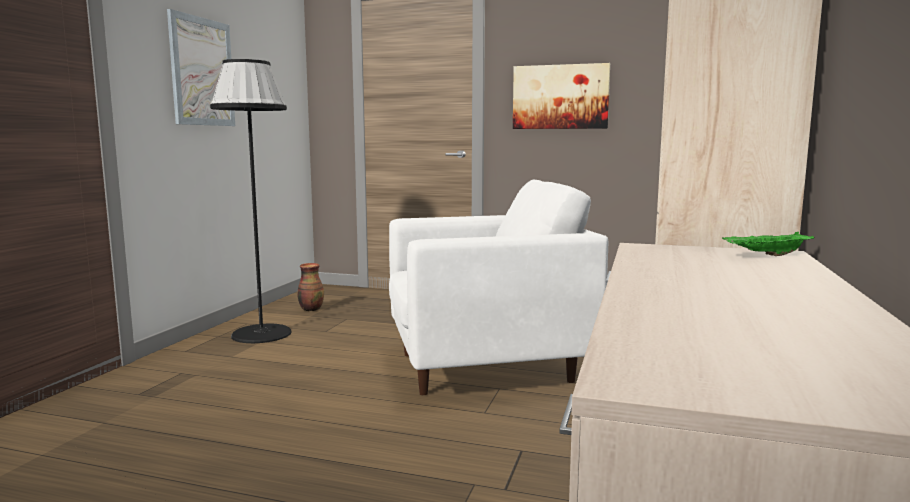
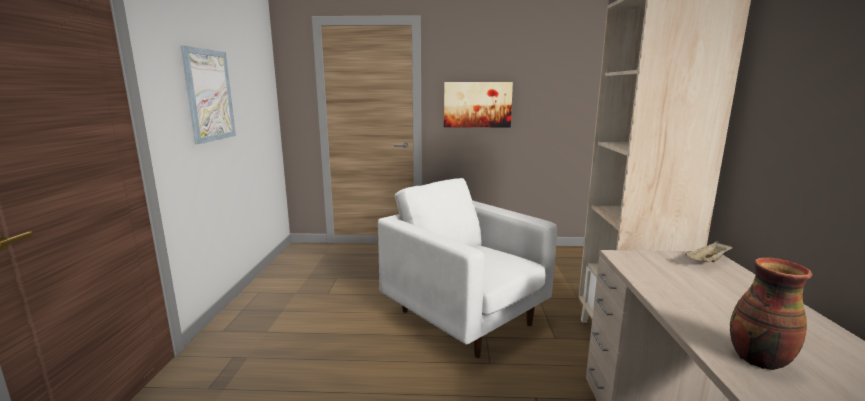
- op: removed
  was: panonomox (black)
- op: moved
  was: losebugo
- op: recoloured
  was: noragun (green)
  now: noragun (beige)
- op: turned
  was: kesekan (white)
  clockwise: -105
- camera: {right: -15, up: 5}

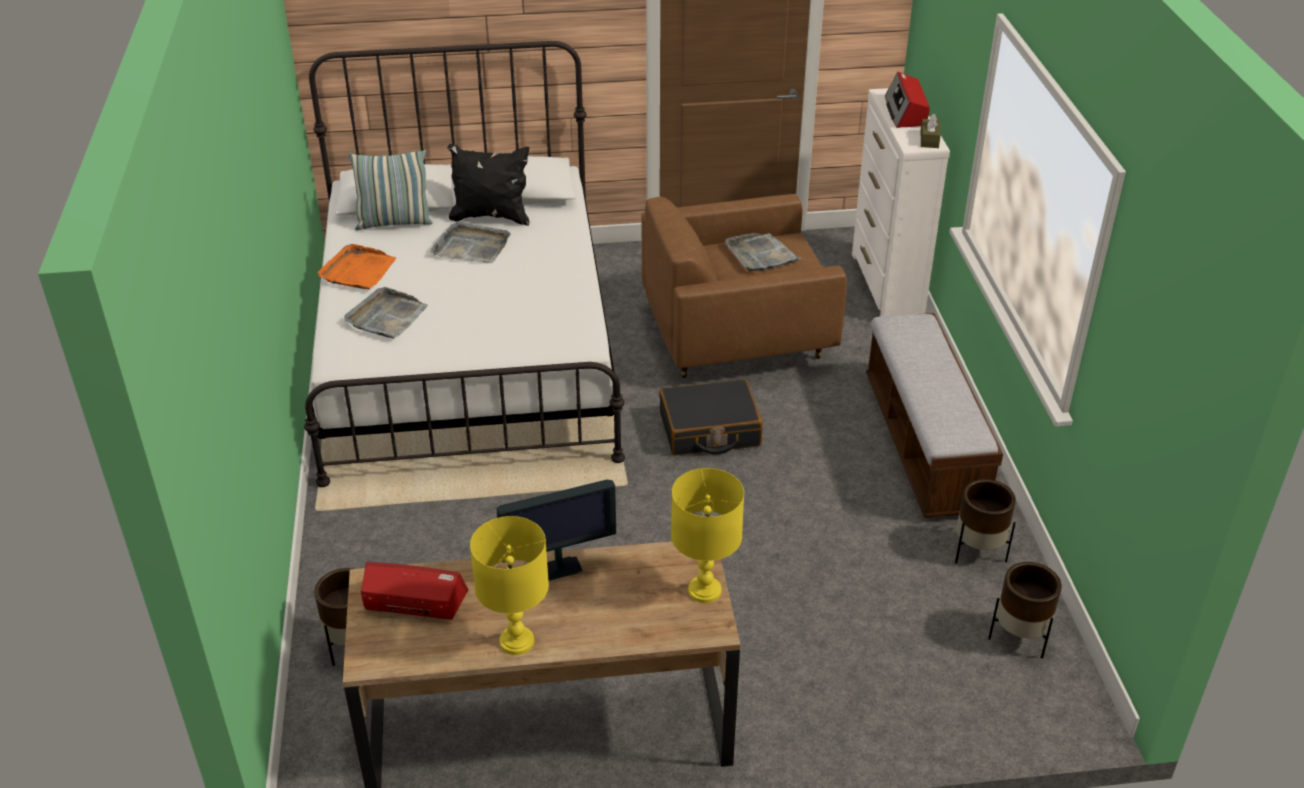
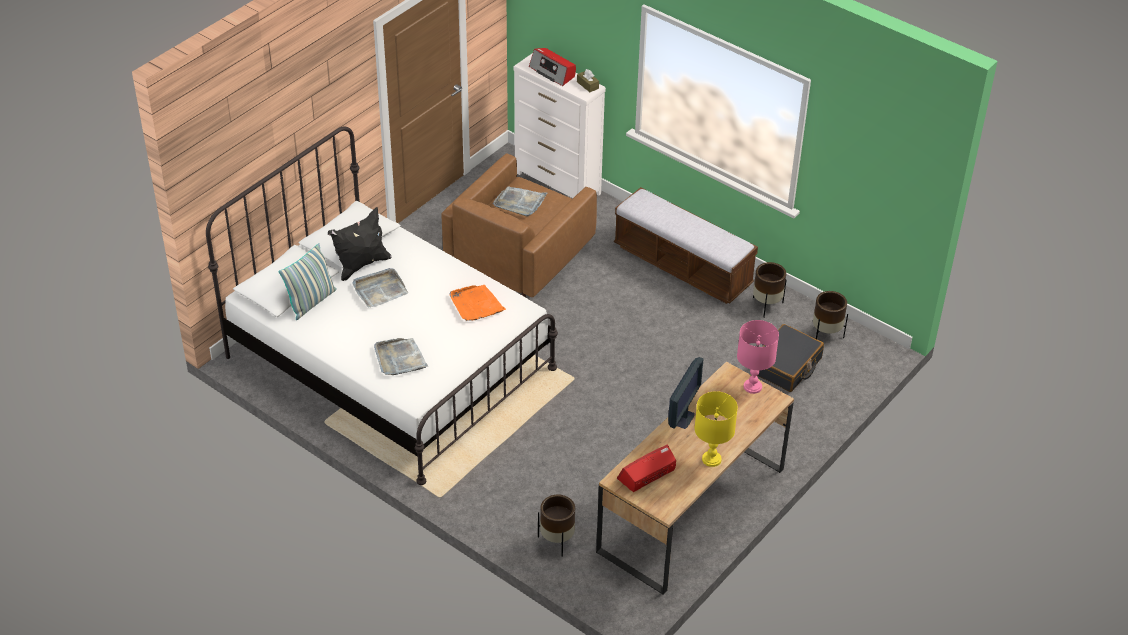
- op: moved
  was: noragun (orange)
- op: moved
  was: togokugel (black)
- op: recoloured
  was: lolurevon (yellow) (2nd from left)
  now: lolurevon (pink)
- camera: {right: -45, up: 5}

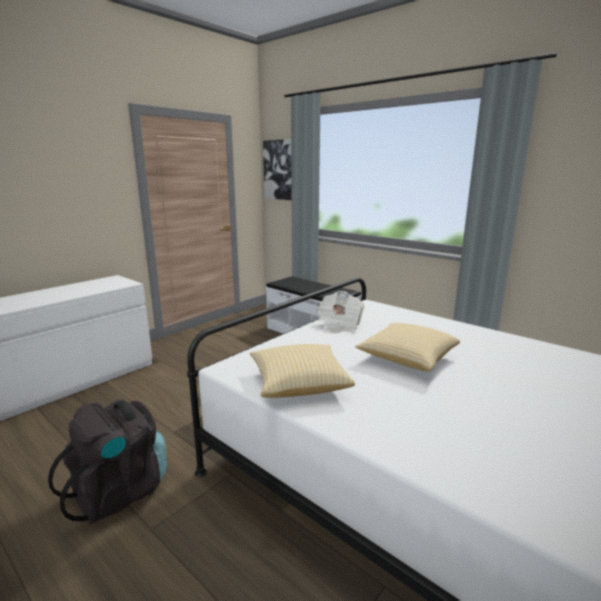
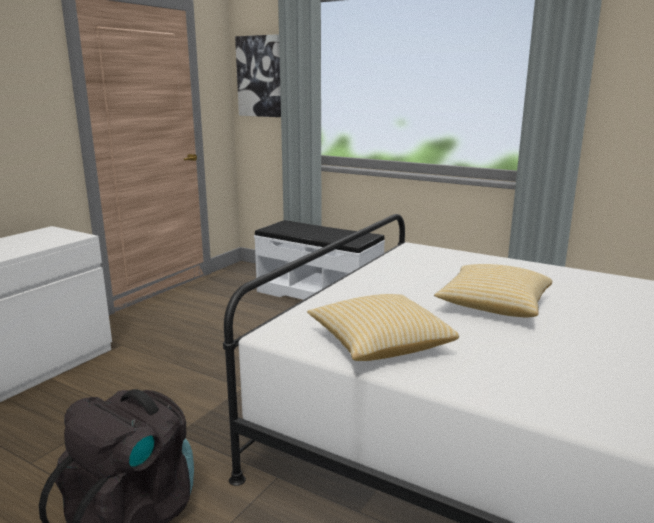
- op: removed
  was: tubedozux
- camera: {right: -10, up: 0}

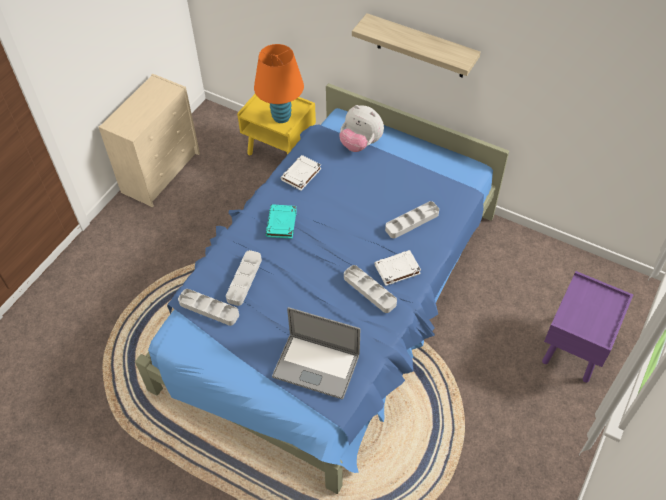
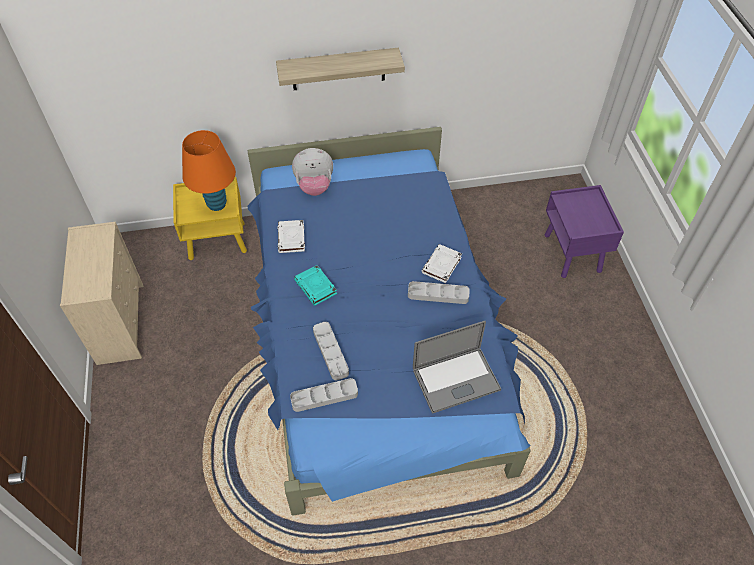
- op: removed
  was: noragun (grey) (4th from left)
- camera: {right: -40, up: 0}

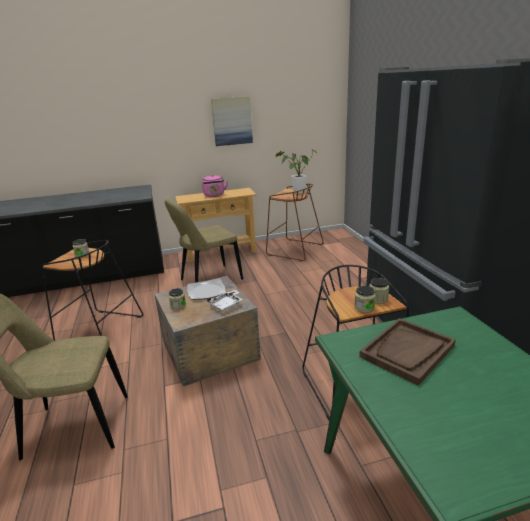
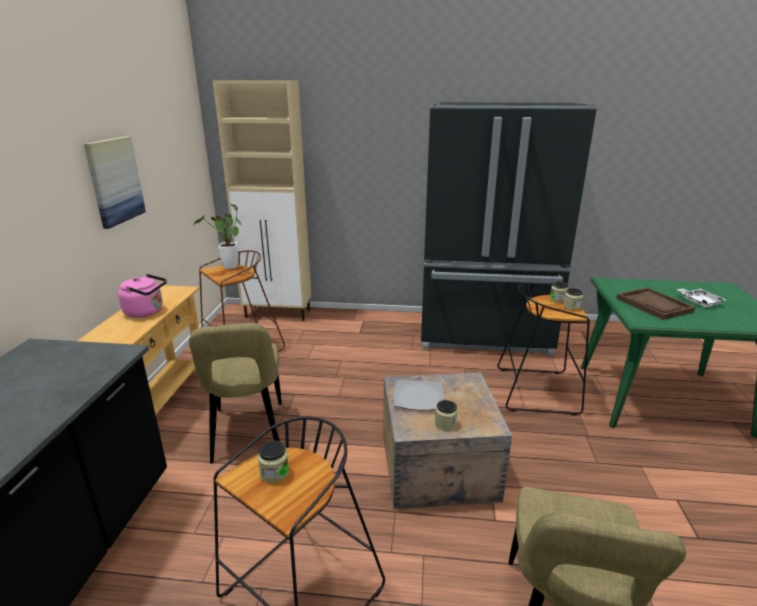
- op: added
  now: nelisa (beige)
- op: moved
  was: noragun (white)
- camera: {right: -70, up: 0}

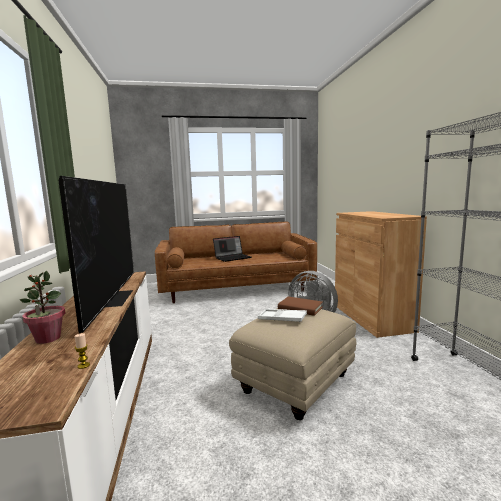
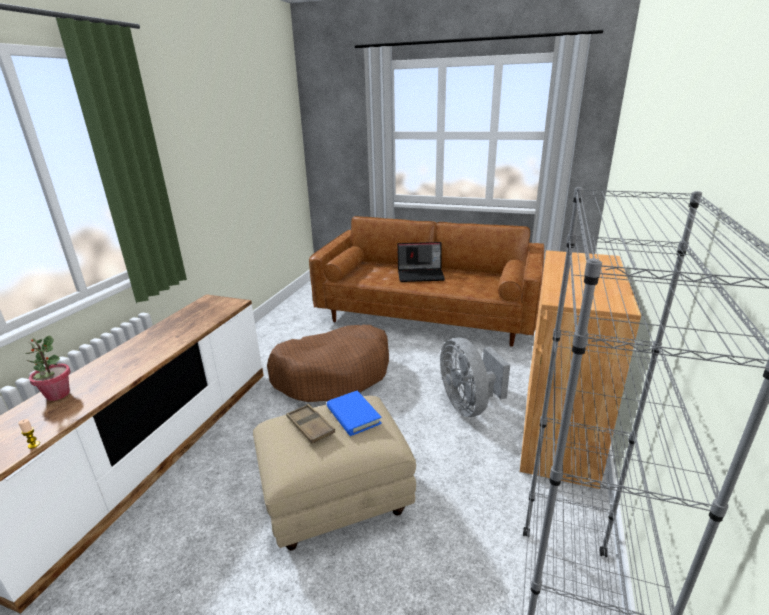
- op: removed
  was: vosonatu
- op: added
  now: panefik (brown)
- op: recoloured
  was: noragun (white)
  now: noragun (brown)
- op: recoloured
  was: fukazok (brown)
  now: fukazok (blue)
- camera: {right: 30, up: 15}

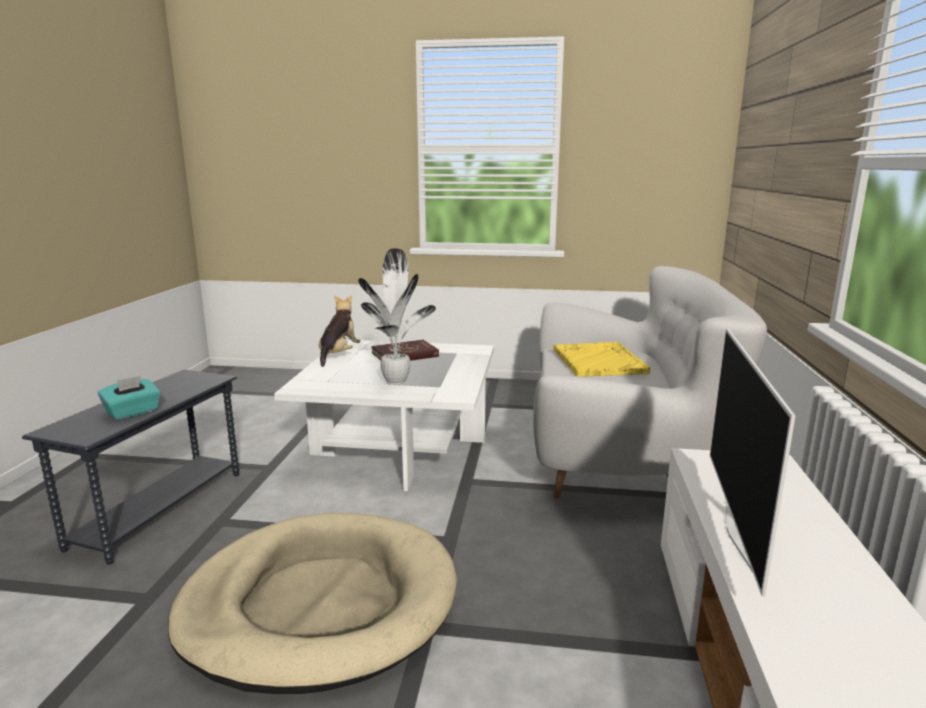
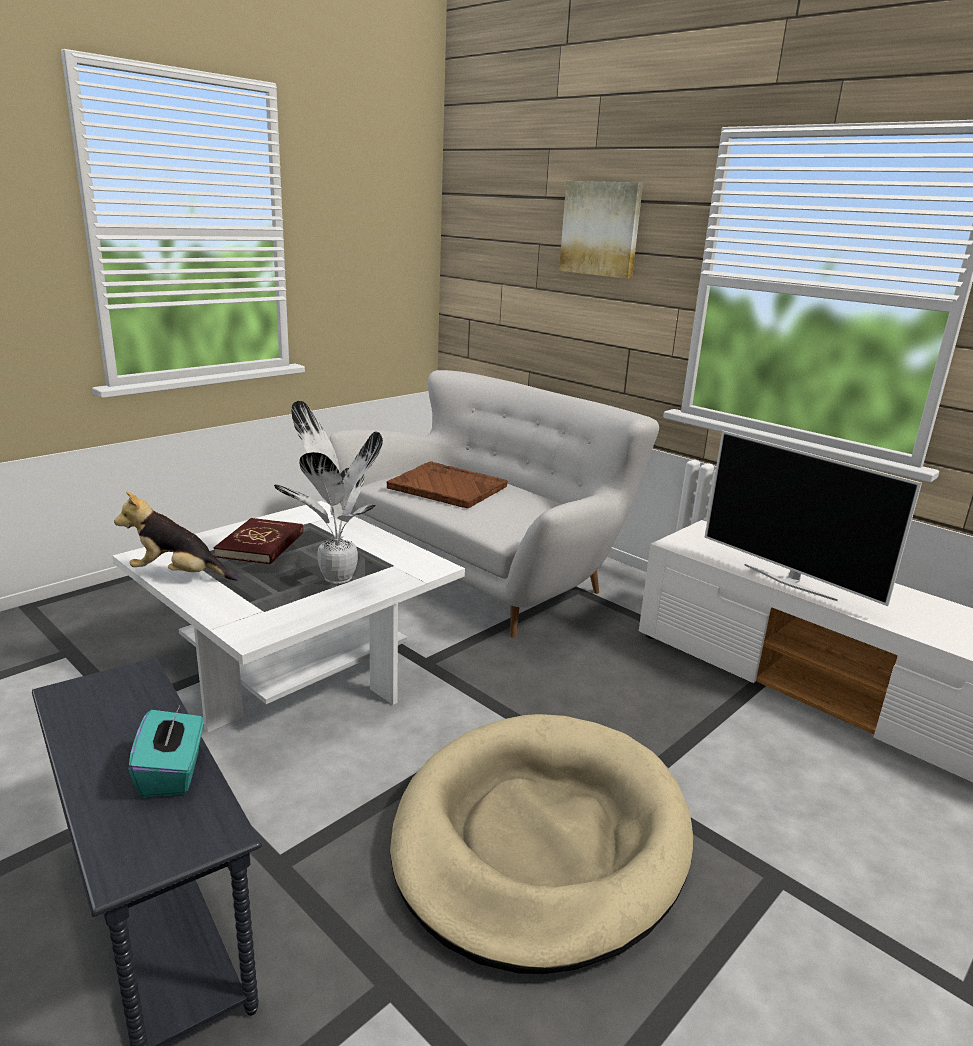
- op: added
  now: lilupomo
- op: recoloured
  was: noragun (yellow)
  now: noragun (brown)
- op: turned
  was: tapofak
  clockwise: -45
- camera: {right: -55, up: 5}

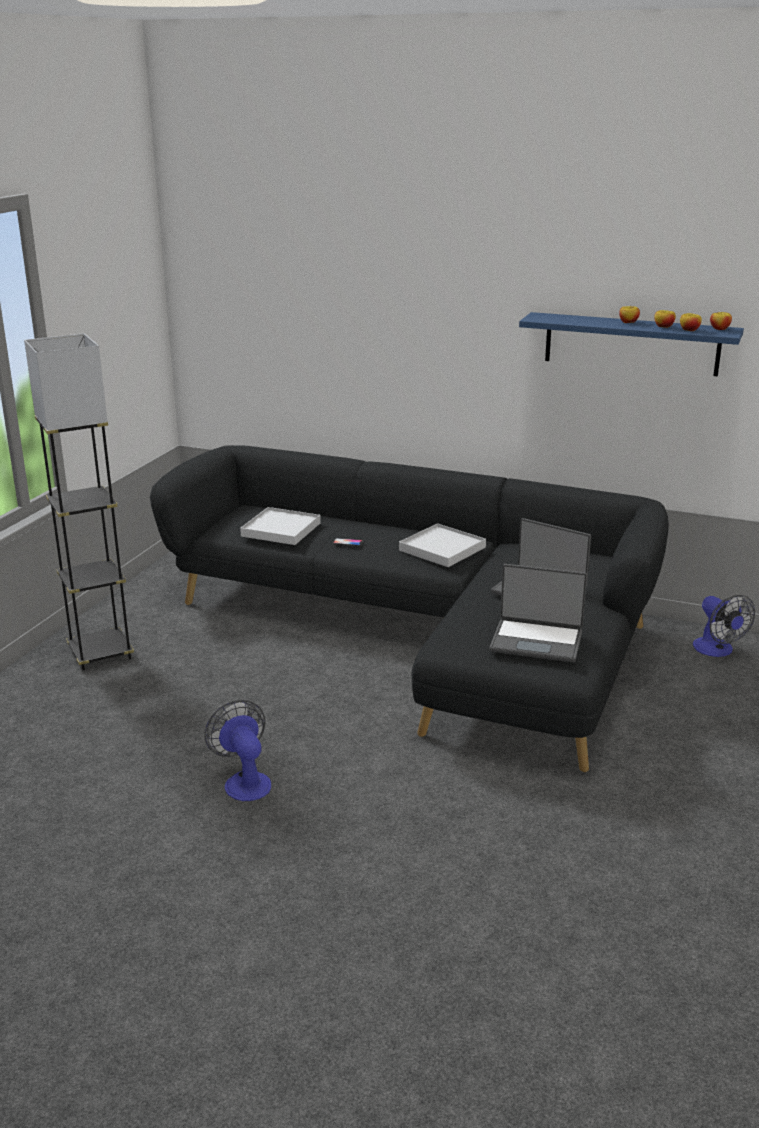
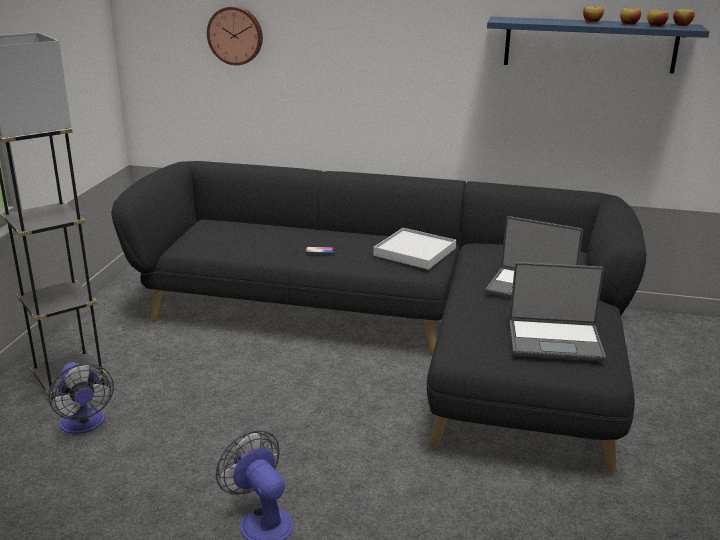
- op: removed
  was: noragun (white) (1st from left)
- op: added
  now: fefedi
- op: moved
  was: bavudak (2nd from left in the first image)
  now: bavudak (1st from left)
- camera: {right: -10, up: 0}

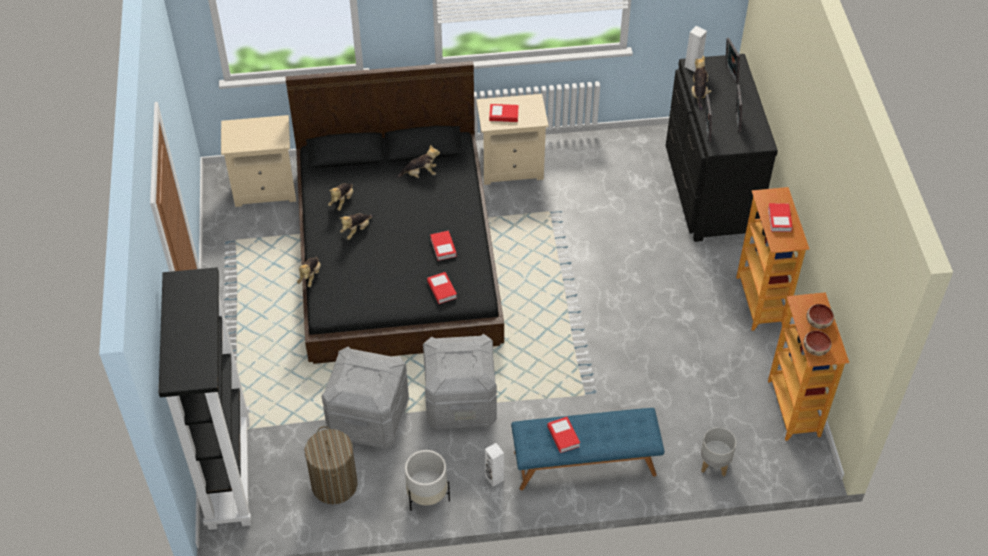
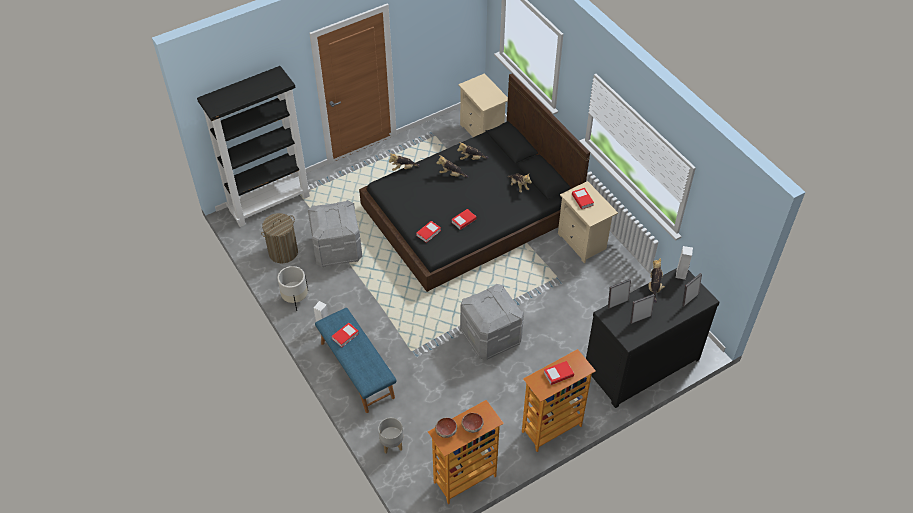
- op: moved
  was: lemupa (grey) (2nd from left)
- op: turned
  was: tapofak (5th from left)
  clockwise: -60
- camera: {right: 65, up: 0}

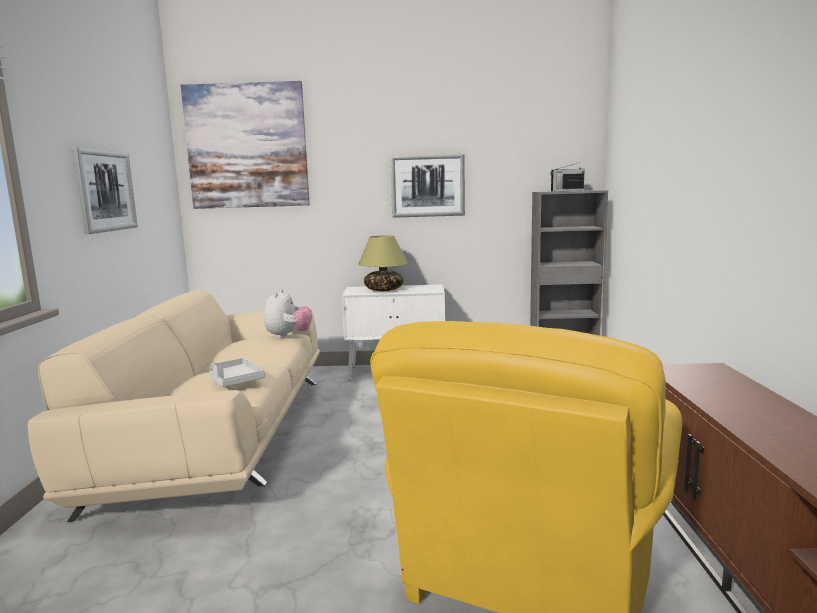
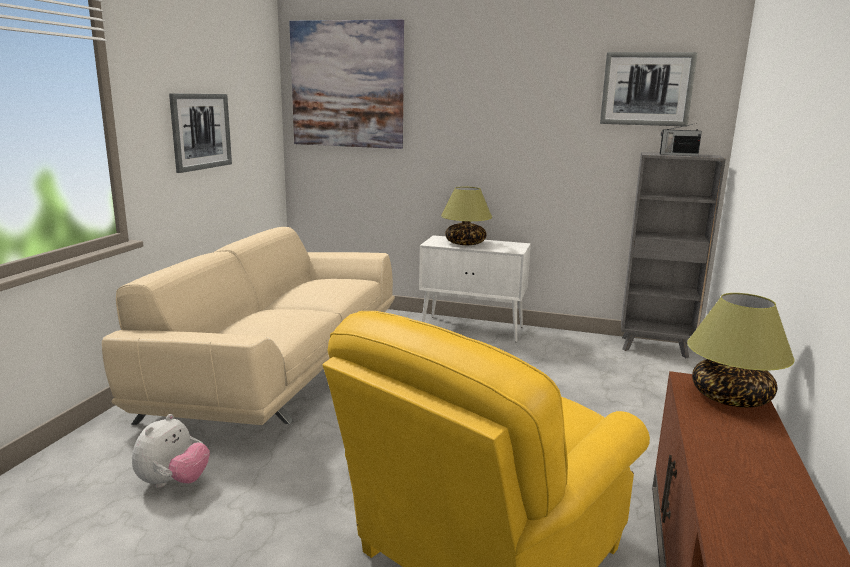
- op: removed
  was: noragun (grey)
- op: added
  now: lolurevon (2nd from left)
- op: moved
  was: tapofak
- op: moved
  was: lilupomo (3rd from left)
- camera: {right: 15, up: 5}

